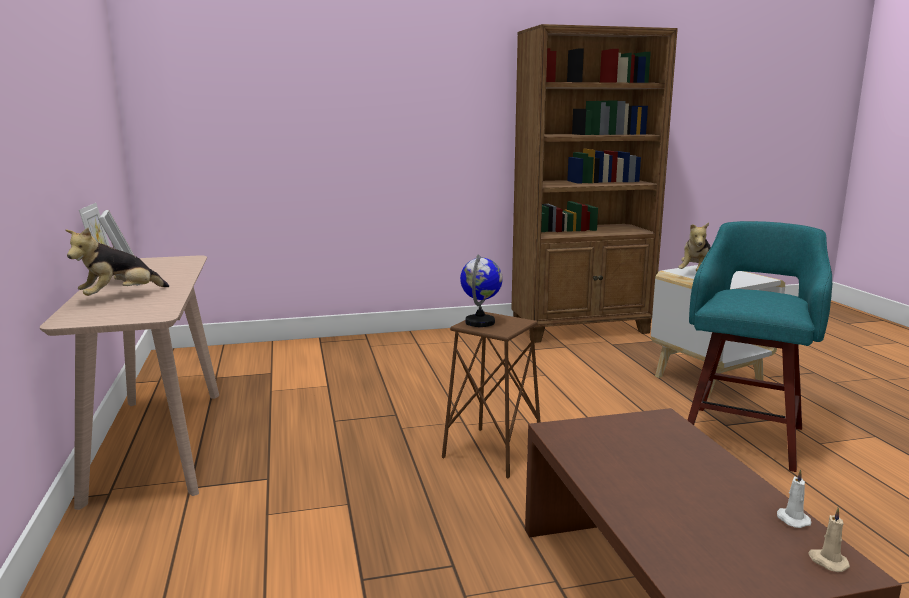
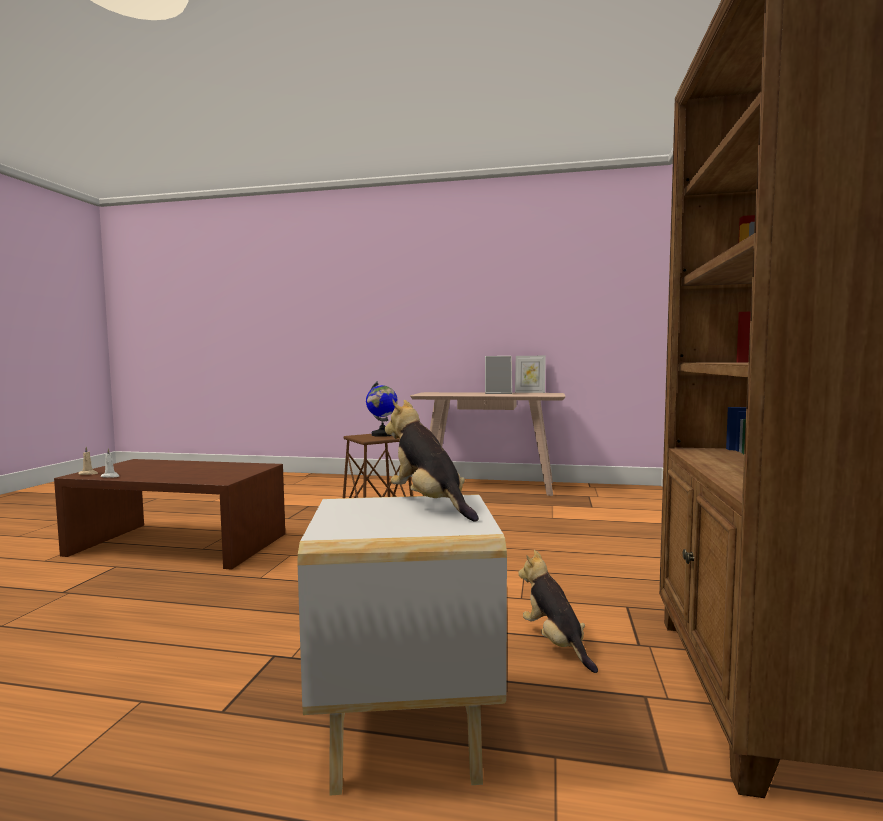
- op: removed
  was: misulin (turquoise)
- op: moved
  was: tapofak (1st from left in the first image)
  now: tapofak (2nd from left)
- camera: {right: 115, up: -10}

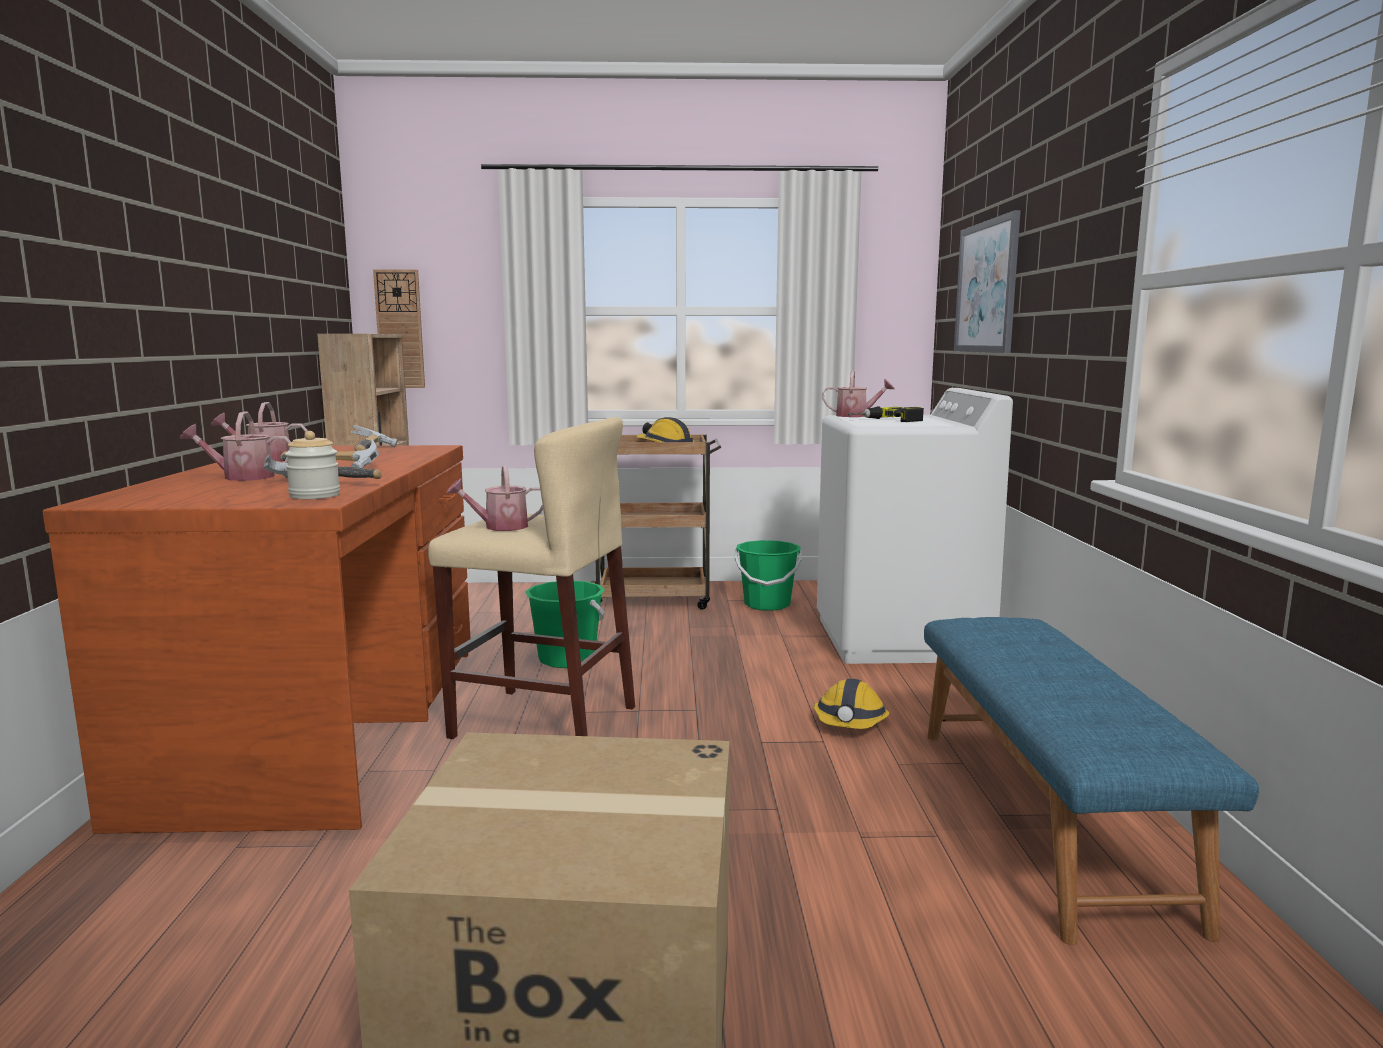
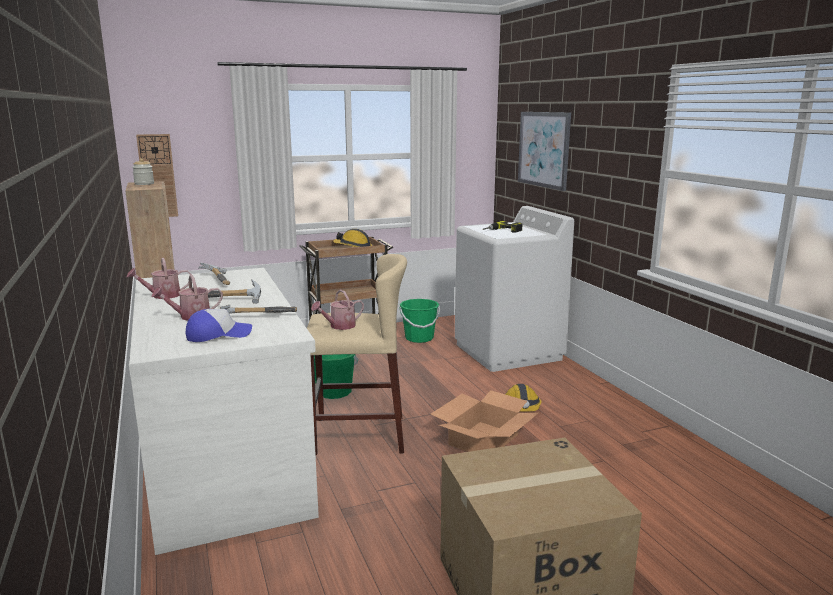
- op: removed
  was: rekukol (4th from left)
- op: removed
  was: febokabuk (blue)
- op: added
  now: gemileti
- op: added
  now: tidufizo (1st from left)
- op: moved
  was: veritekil
- op: recoloured
  was: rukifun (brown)
  now: rukifun (white)
- camera: {right: -20, up: 5}

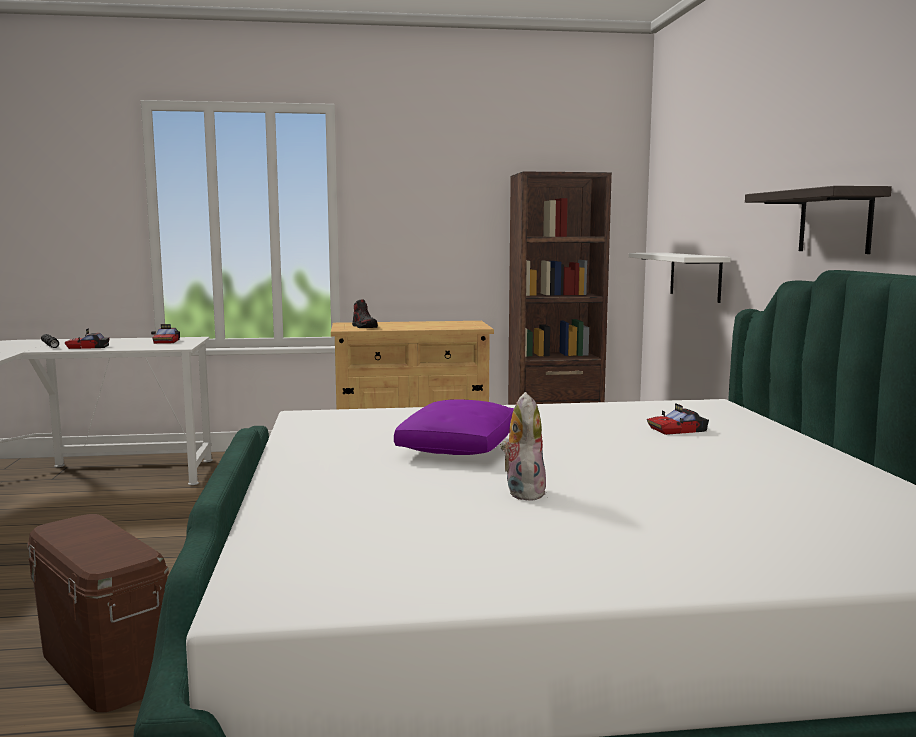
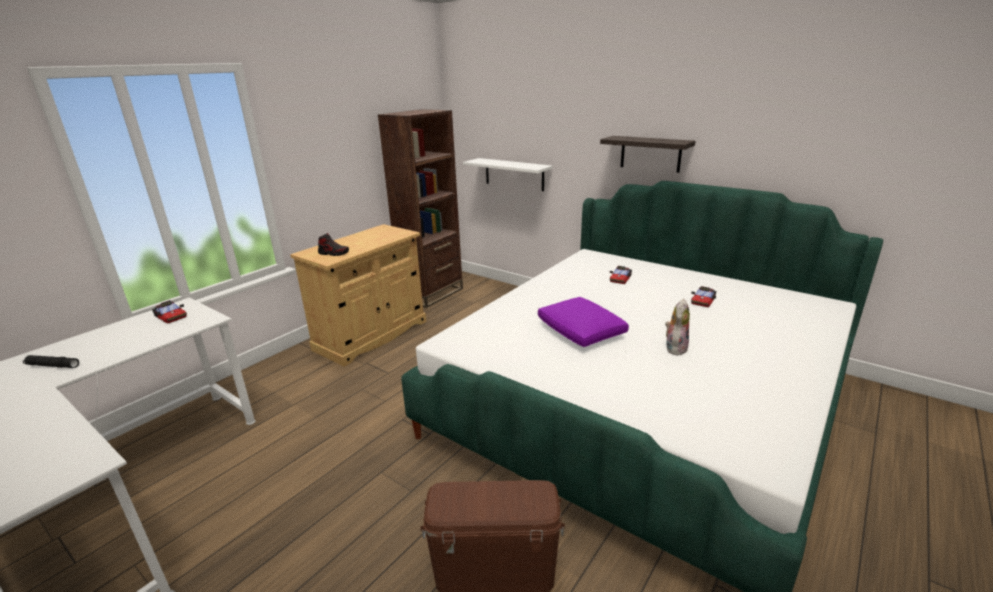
- op: moved
  was: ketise (1st from left in the first image)
  now: ketise (3rd from left)
- op: turned
  was: tapofak
  clockwise: 75
- camera: {right: -45, up: 15}

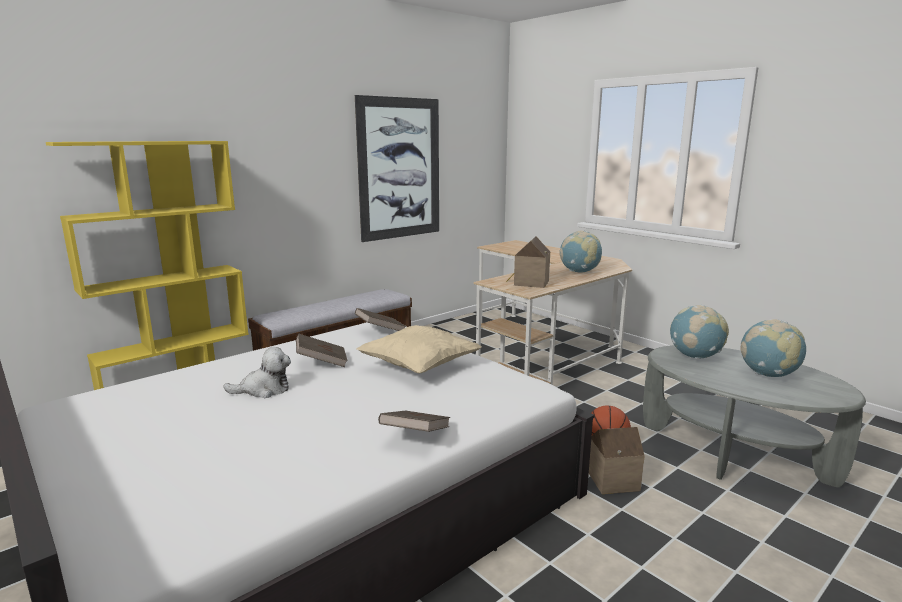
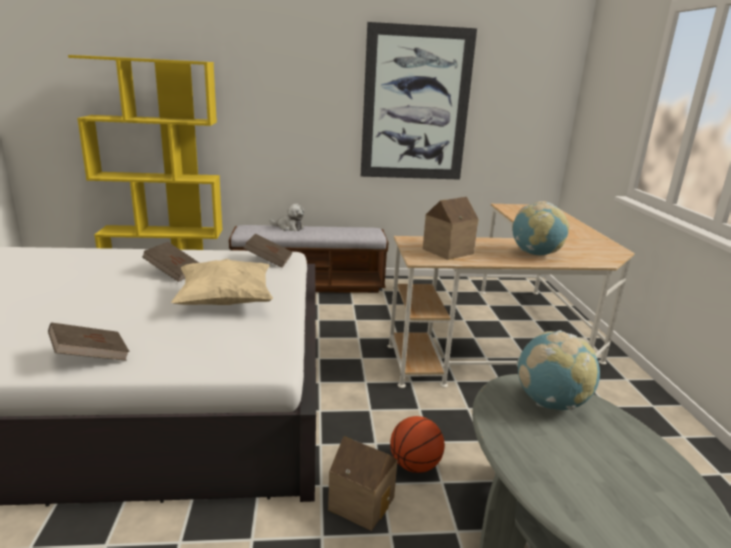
- op: removed
  was: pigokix (3rd from left)
- op: moved
  was: tapofak
- camera: {right: 35, up: 5}

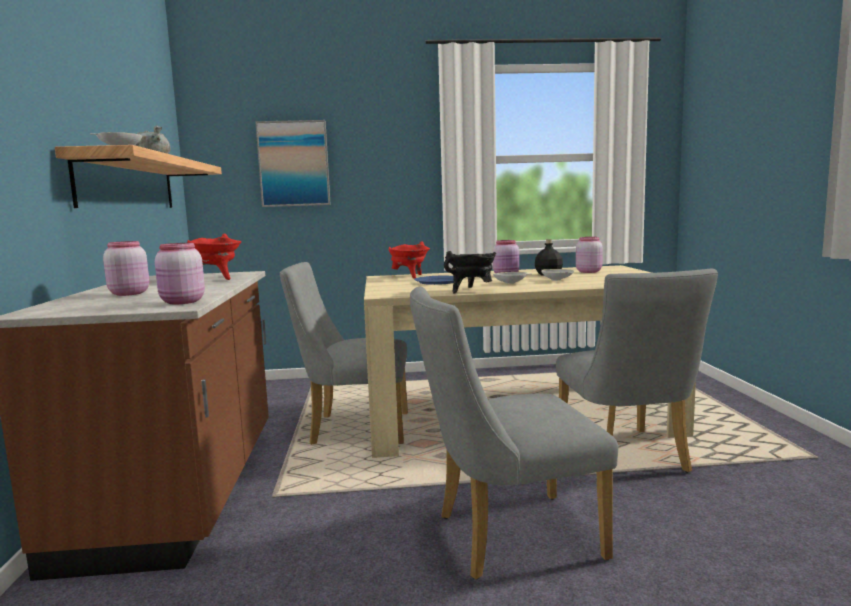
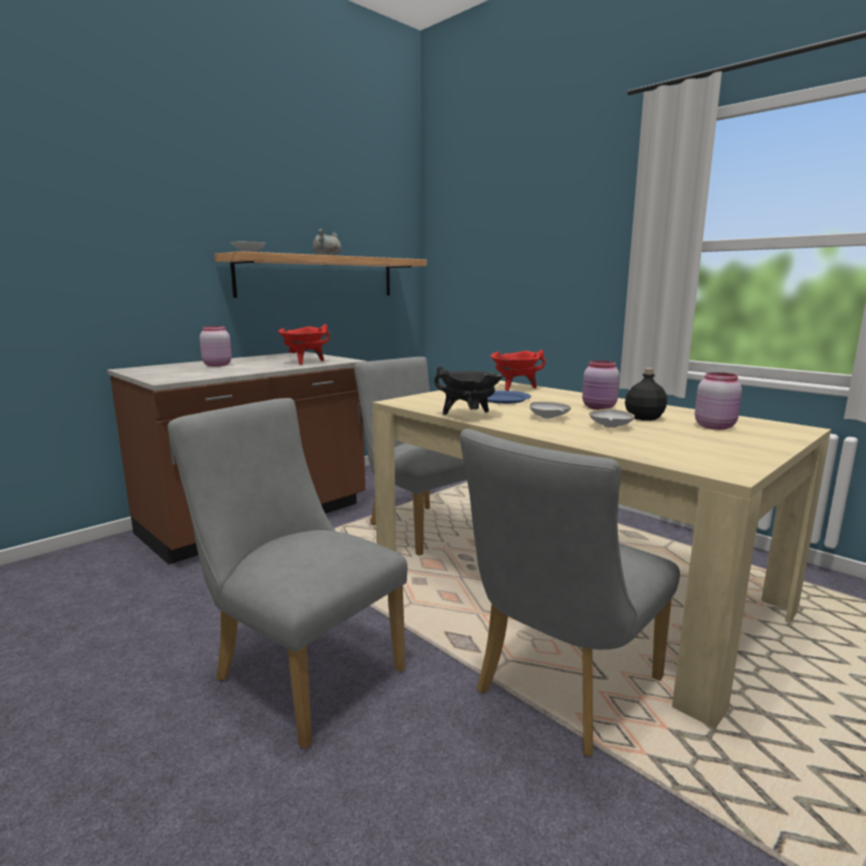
- op: removed
  was: veritekil (pink) (2nd from left)
- op: removed
  was: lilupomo
- camera: {right: 50, up: 5}

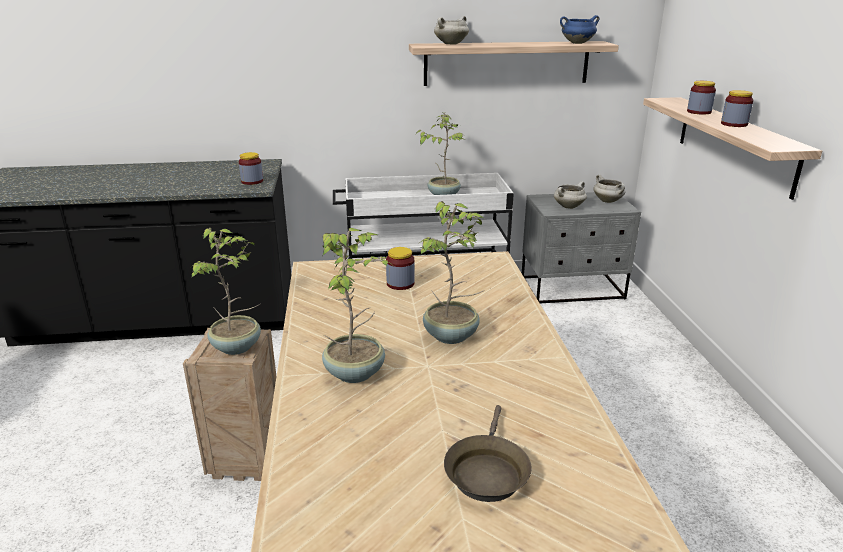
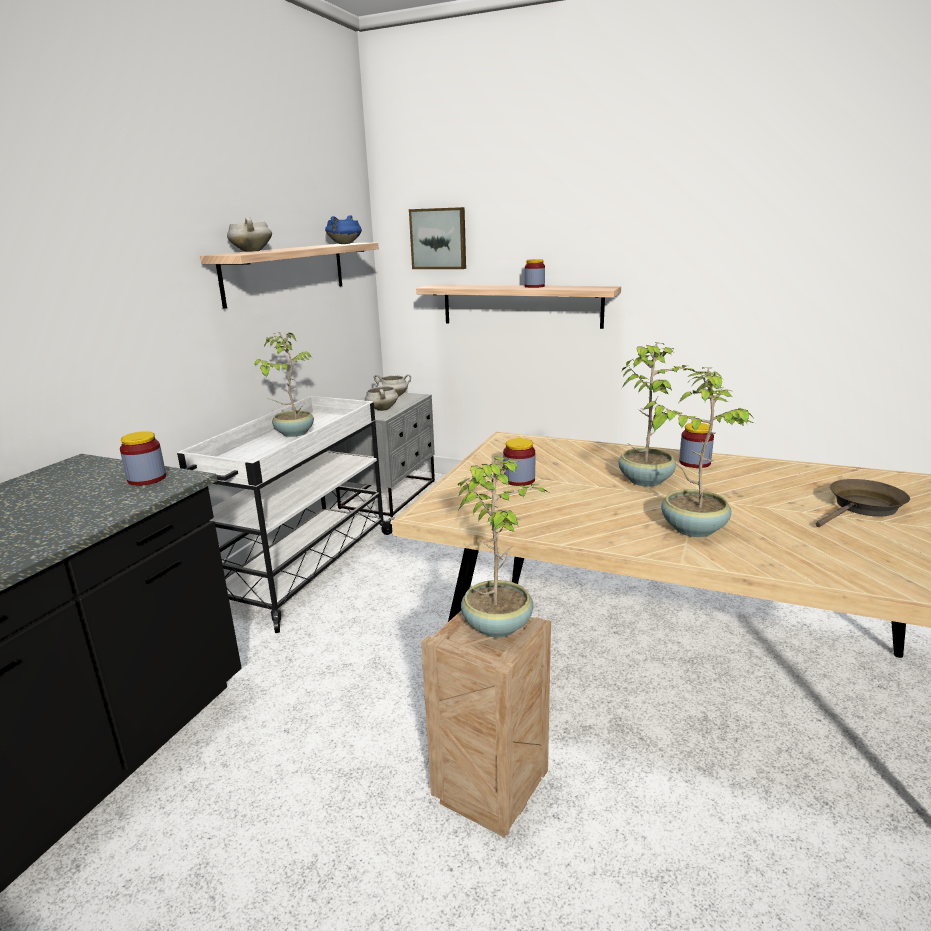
- op: added
  now: lilupomo
- op: moved
  was: veritekil (3rd from left in the first image)
  now: veritekil (4th from left)
- op: turned
  was: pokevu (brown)
  clockwise: -75
- camera: {right: -60, up: -5}

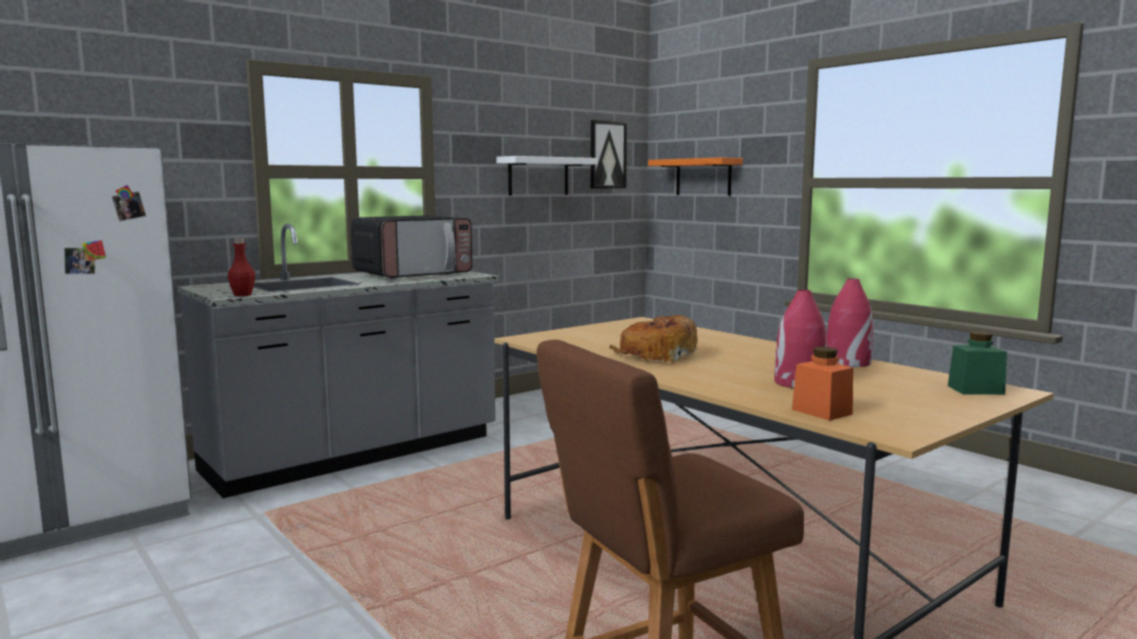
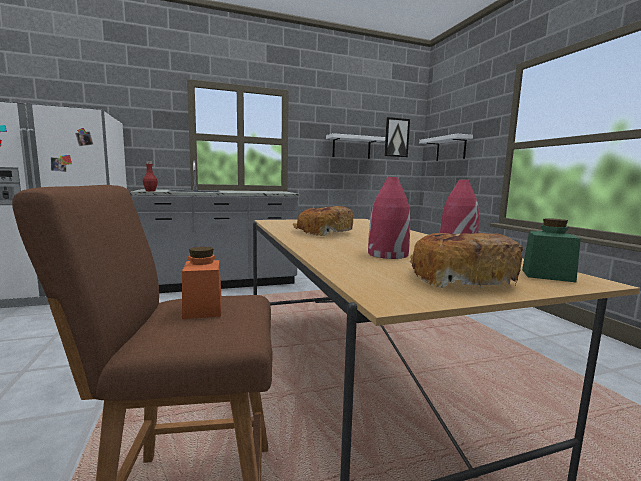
- op: removed
  was: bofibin
- op: added
  now: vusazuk (2nd from left)
- op: moved
  was: veritekil (orange)
- op: recoloured
  was: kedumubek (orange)
  now: kedumubek (white) (2nd from left)
- camera: {right: 20, up: 0}

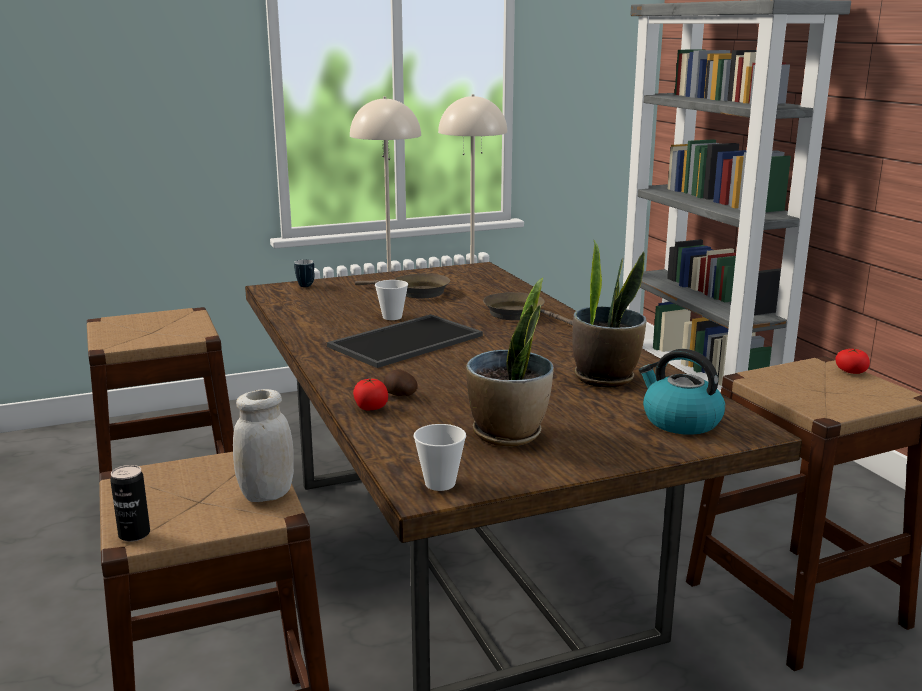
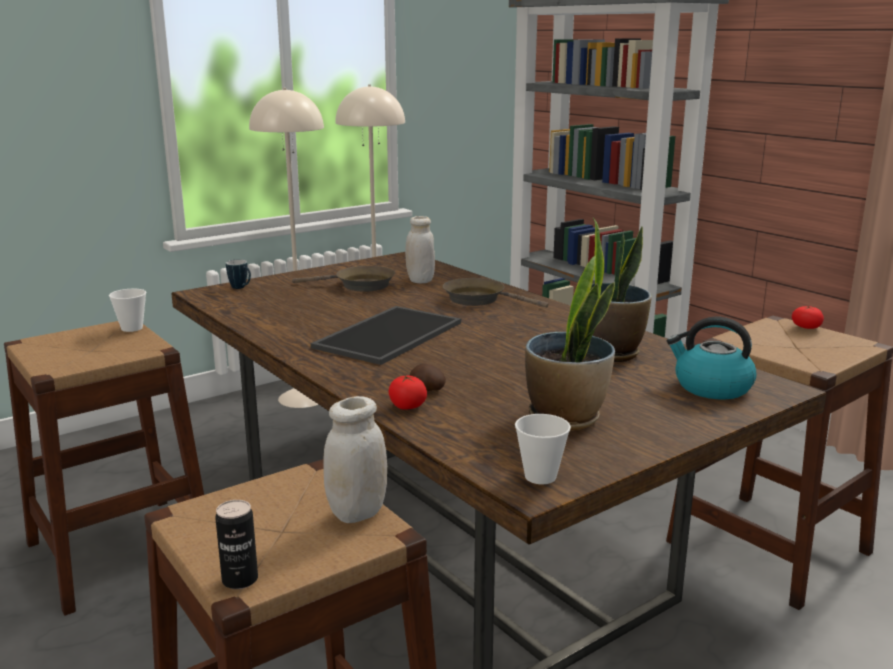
- op: added
  now: veritekil (white) (2nd from left)
- op: moved
  was: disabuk (1st from left)
- camera: {right: -15, up: 0}

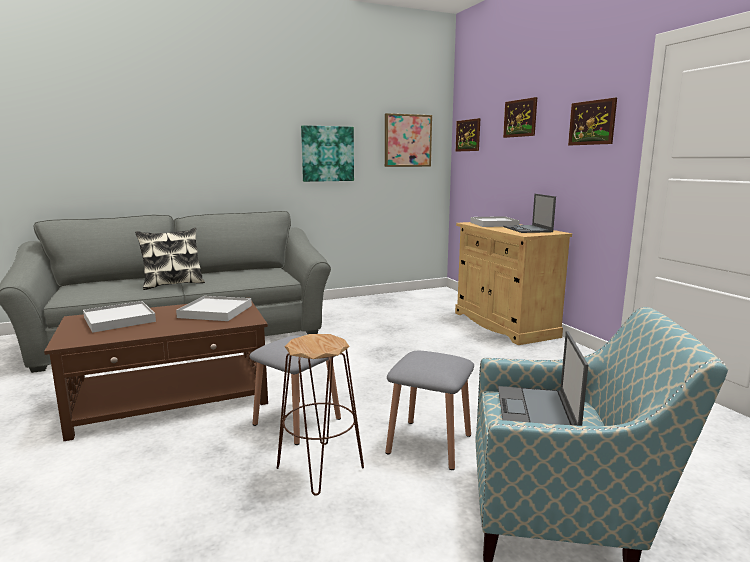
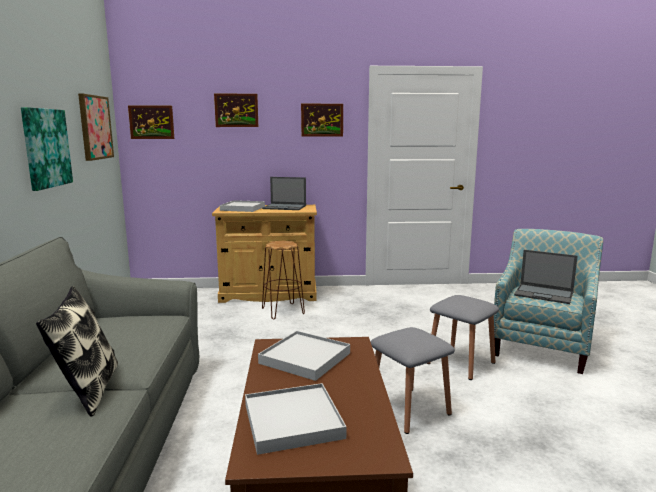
- op: moved
  was: misulin (brown)
- camera: {right: -70, up: 0}

